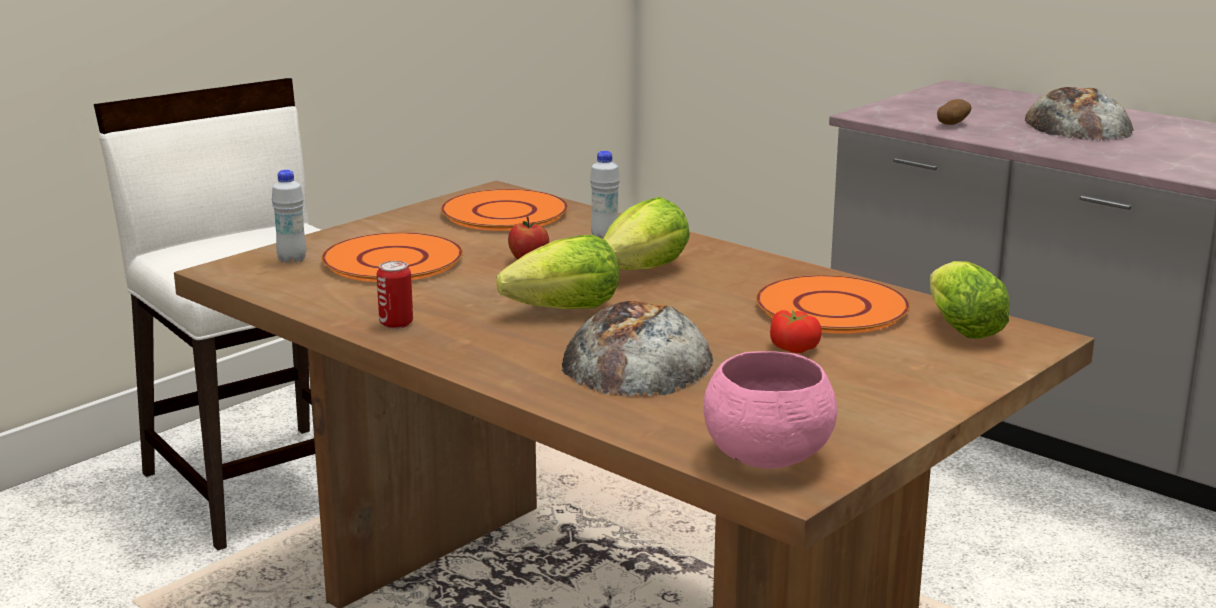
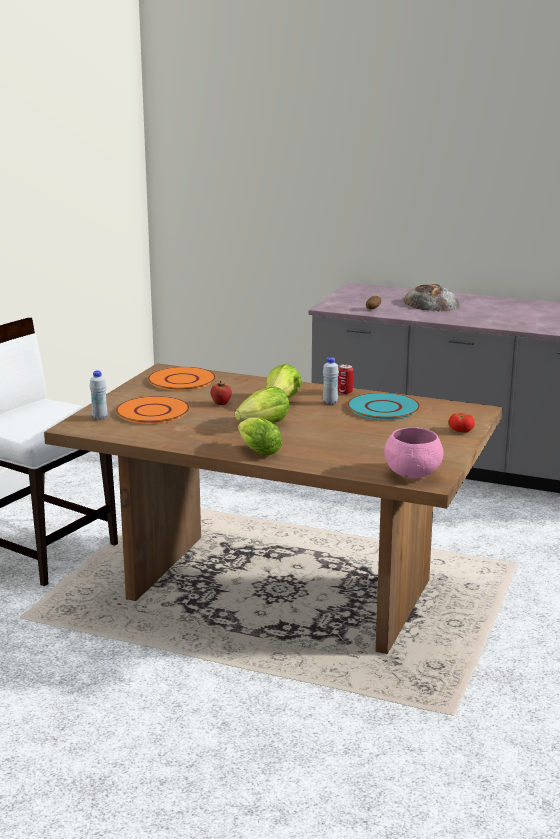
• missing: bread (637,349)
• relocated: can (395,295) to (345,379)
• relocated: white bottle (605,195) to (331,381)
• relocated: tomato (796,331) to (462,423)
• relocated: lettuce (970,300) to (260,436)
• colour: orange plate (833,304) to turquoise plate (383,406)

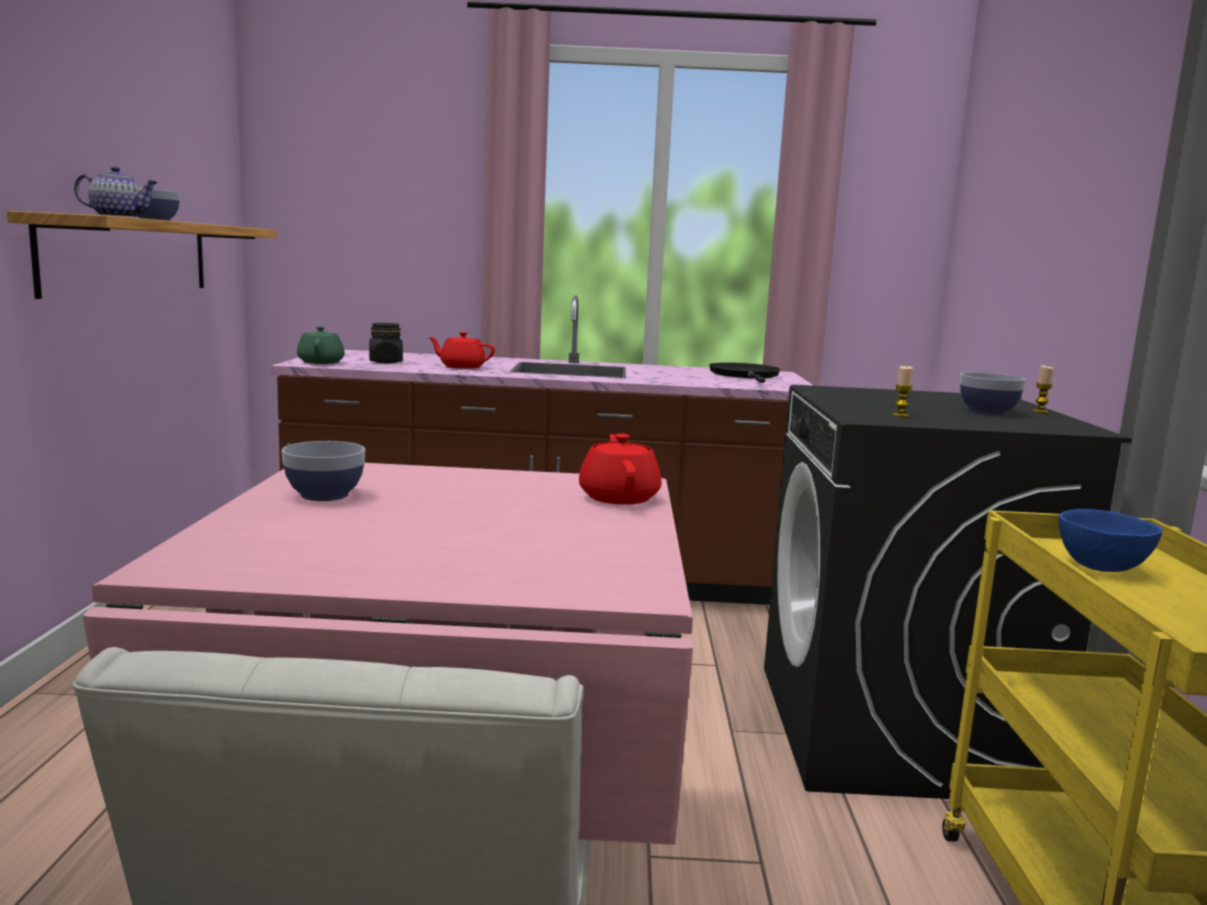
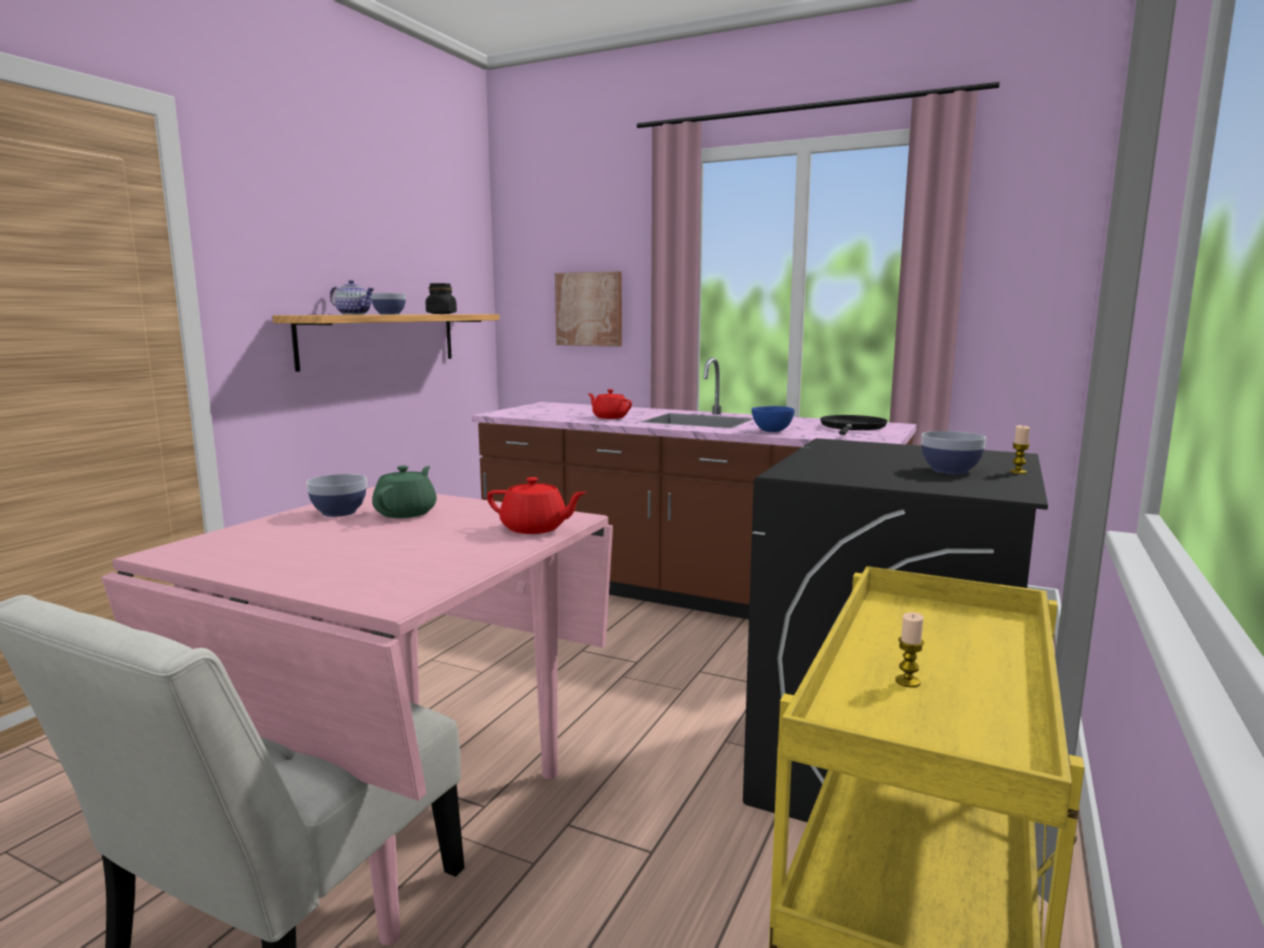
• appeared: picture (588,309)
• relocated: green teapot (321,345) to (404,492)
• relocated: black jar (386,343) to (441,298)
• relocated: candle (902,391) to (910,650)
• relocated: blue bowl (1111,540) to (773,419)
• spun: red teapot (620,469) = (536,505) 90 degrees clockwise

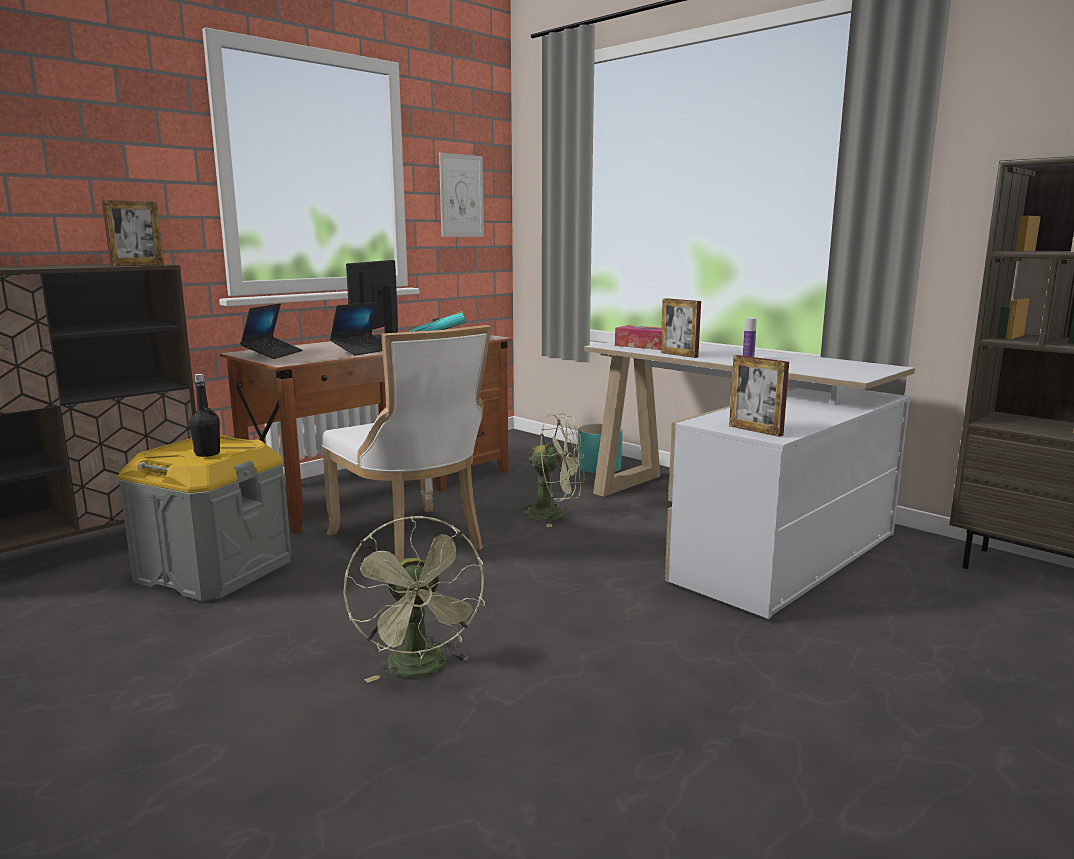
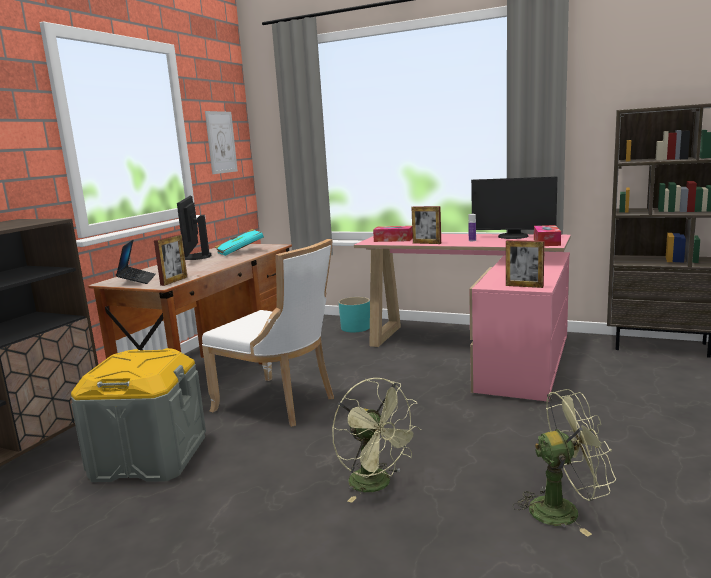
• missing: black bottle (204,415)
• missing: laptop (356,329)
• appeared: monitor (514,208)
• appeared: tissue box (547,235)
• relocated: picture frame (133,233) to (170,260)
• relocated: green fan (551,470) to (564,463)
• colour: white desk (749,480) to pink desk (462,318)

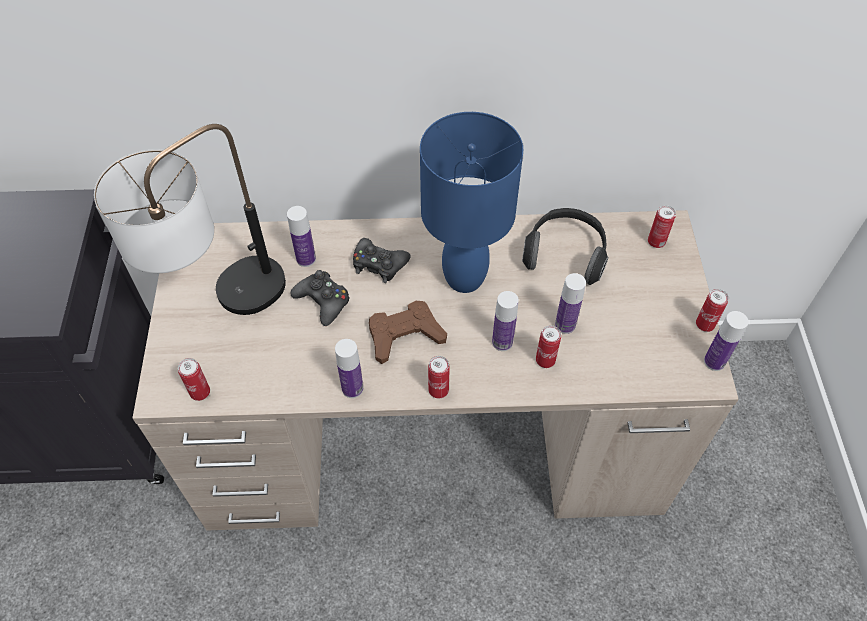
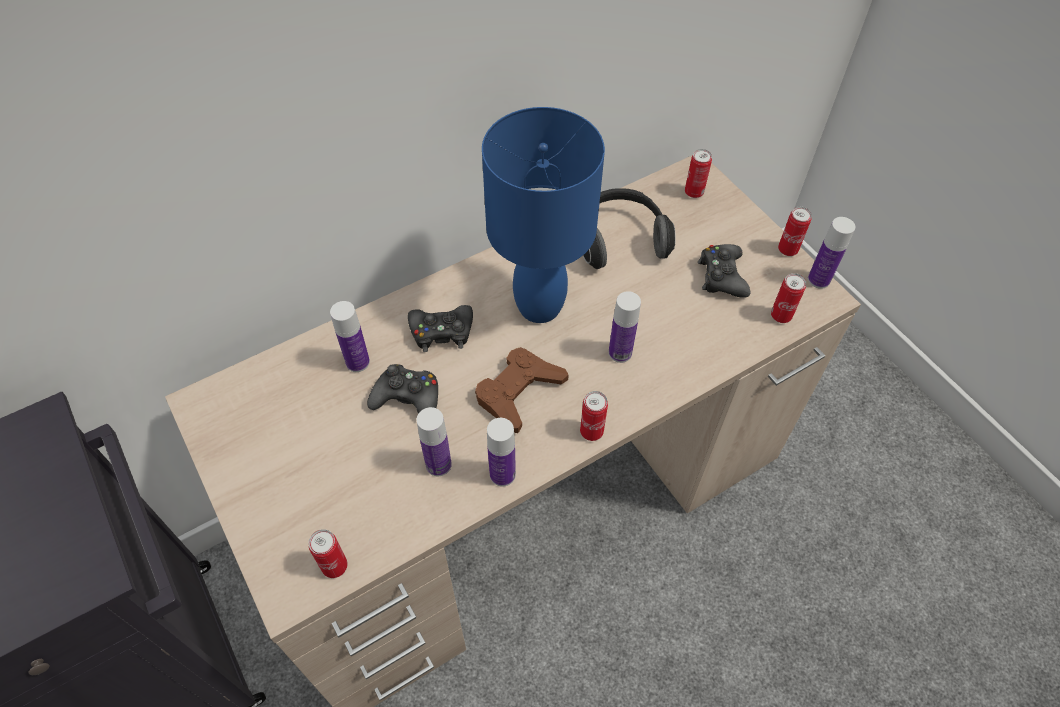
• missing: table lamp (190,219)
• appeared: black game controller (724,271)
• relocated: can (548,346) to (788,298)
• relocated: bottle (570,303) to (434,441)

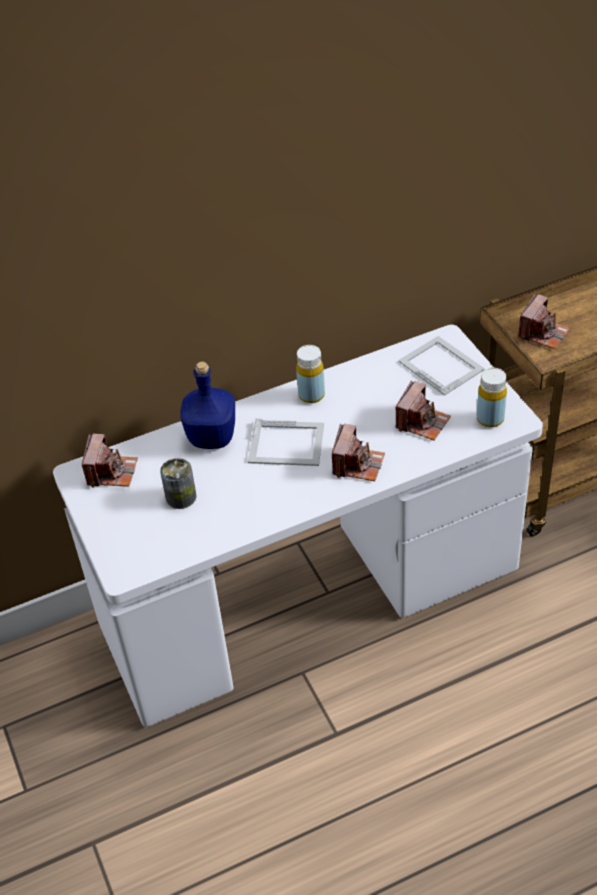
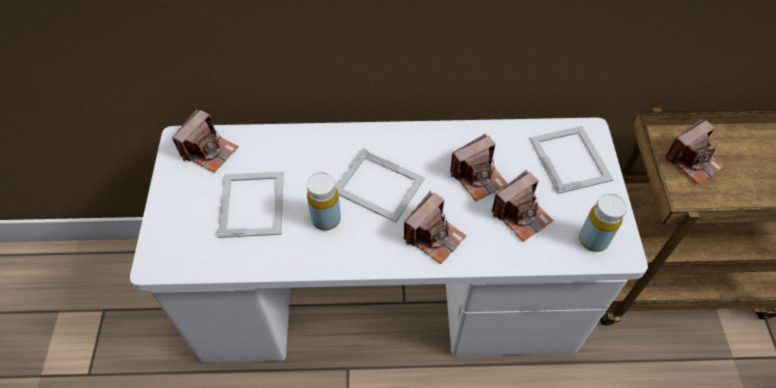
• missing: blue bottle (207,405)
• appeared: photo camera (479,167)
• relocated: yellow bottle (310,374) to (324,201)
• exchanged: can (178,483) to picture frame (250,205)

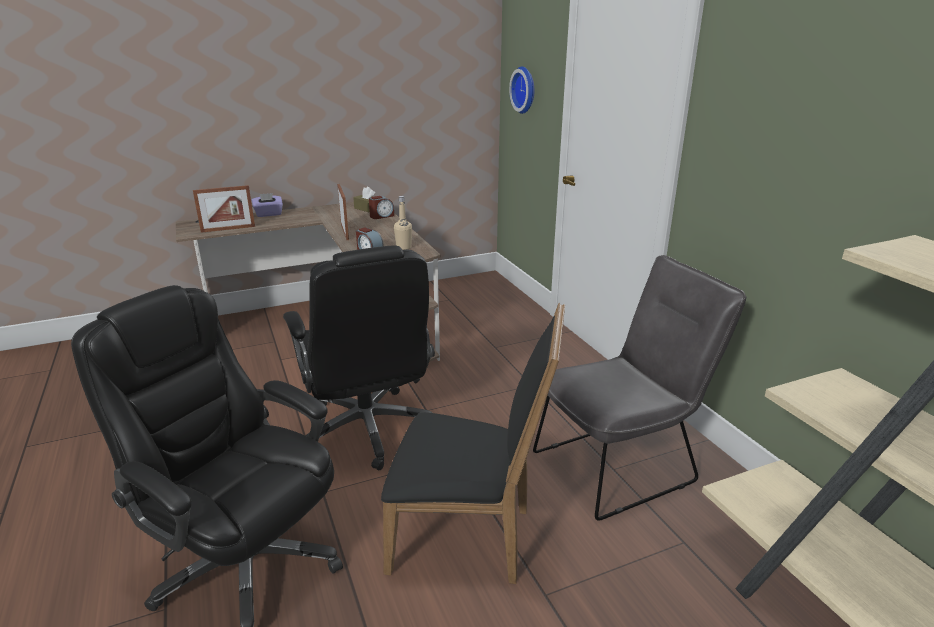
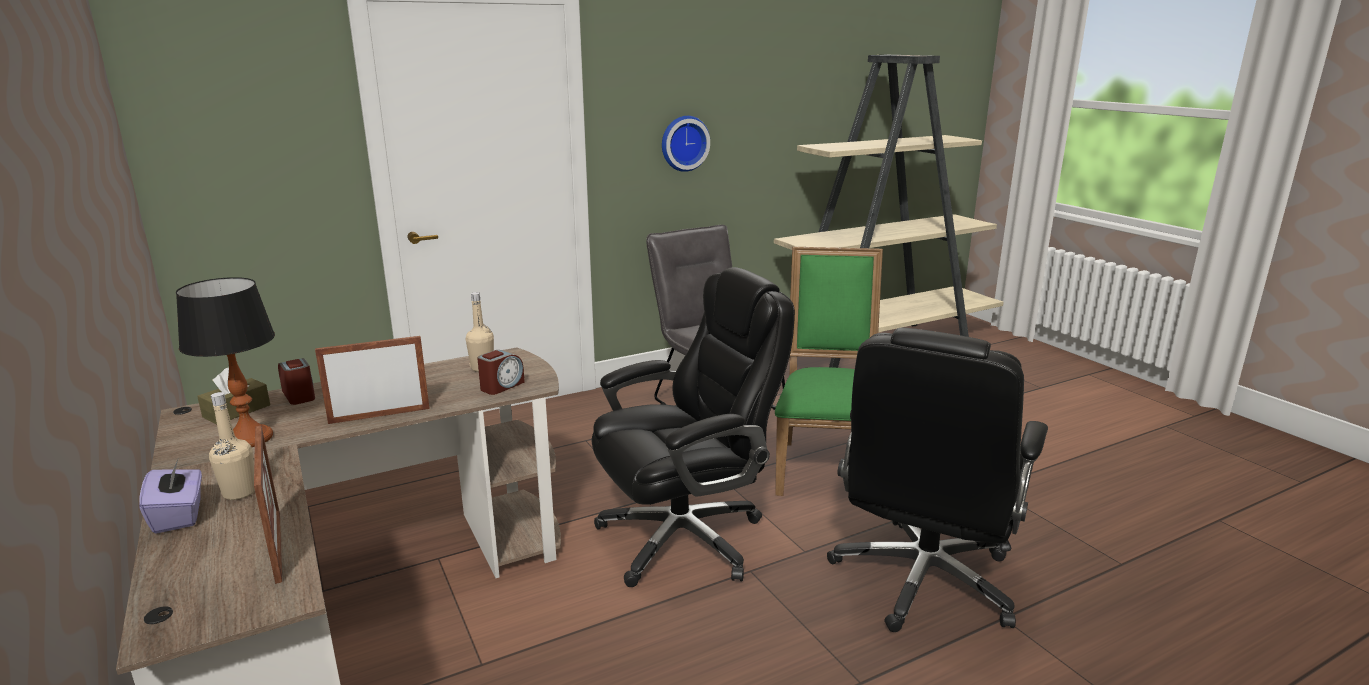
• appeared: table lamp (225,362)
• appeared: beige bottle (232,446)
• relocated: wall clock (521,90) to (686,144)
• colour: black chair (473,443) to green chair (829,371)

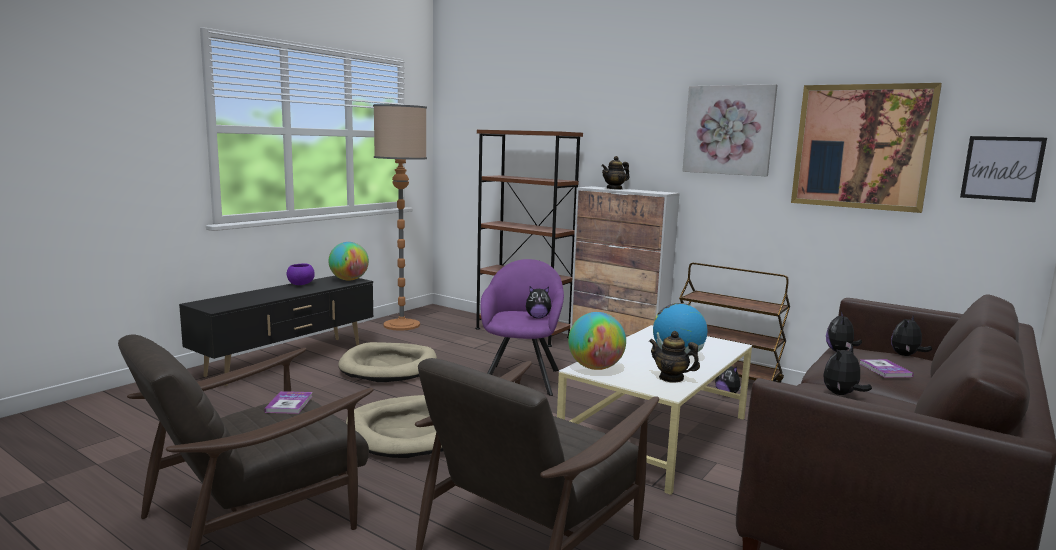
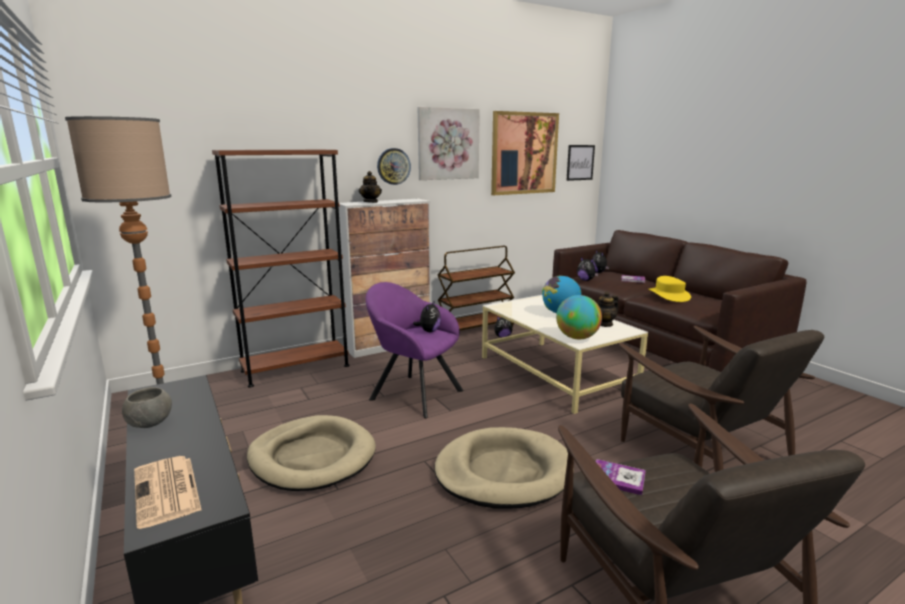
• missing: globe (349,261)
• appeared: newspaper (168,492)
• appeared: wall clock (394,166)
• exchanged: plush toy (848,370) to yellow hat (669,289)
• colour: purple bowl (301,274) to grey bowl (147,407)

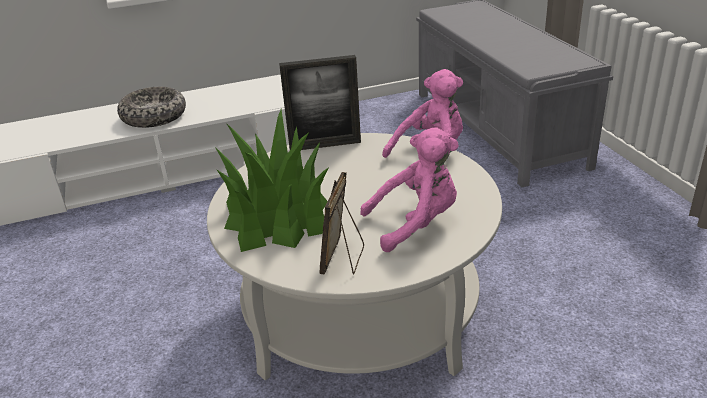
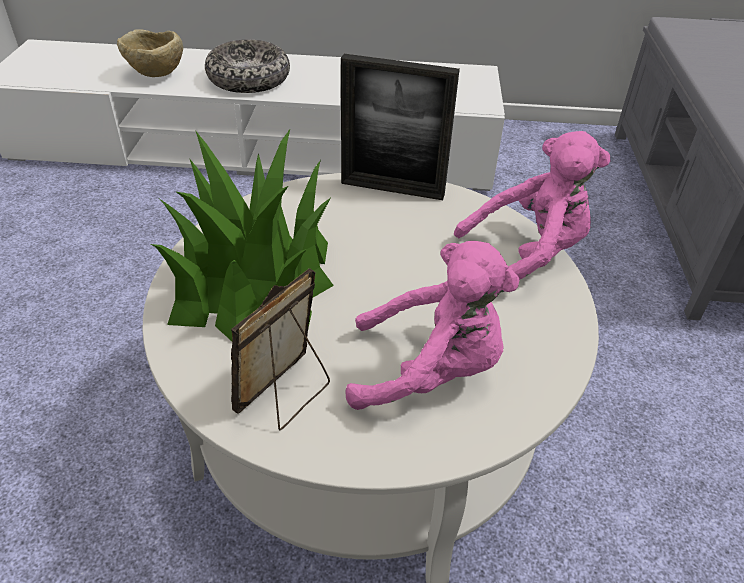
• appeared: beige bowl (150,53)

